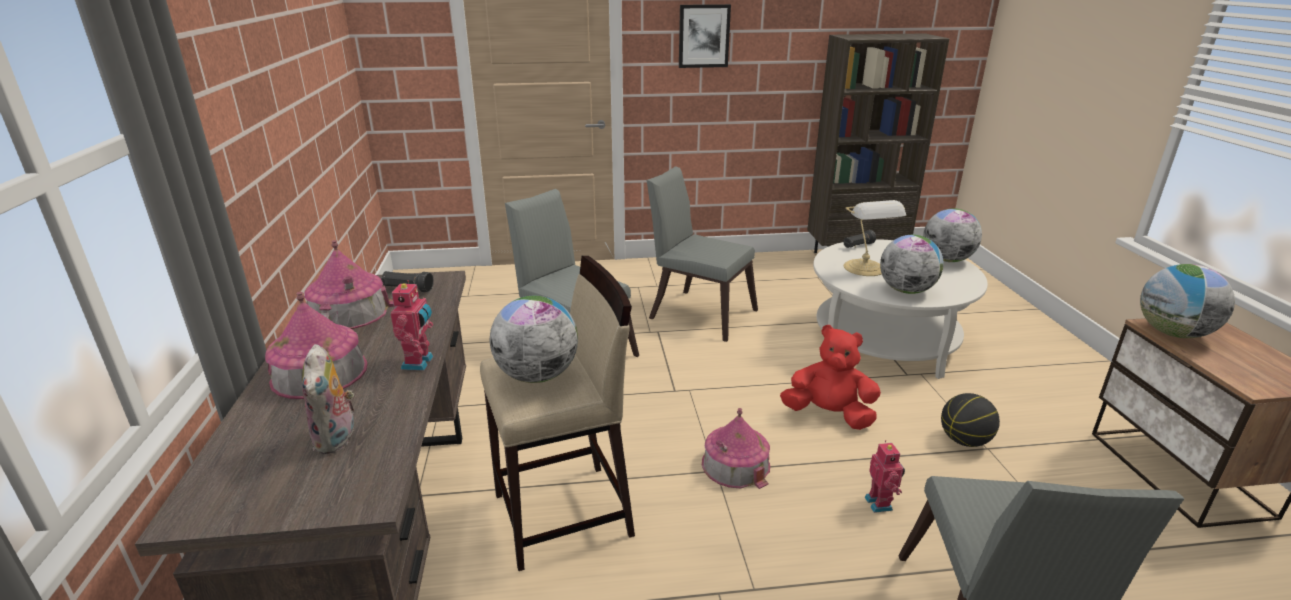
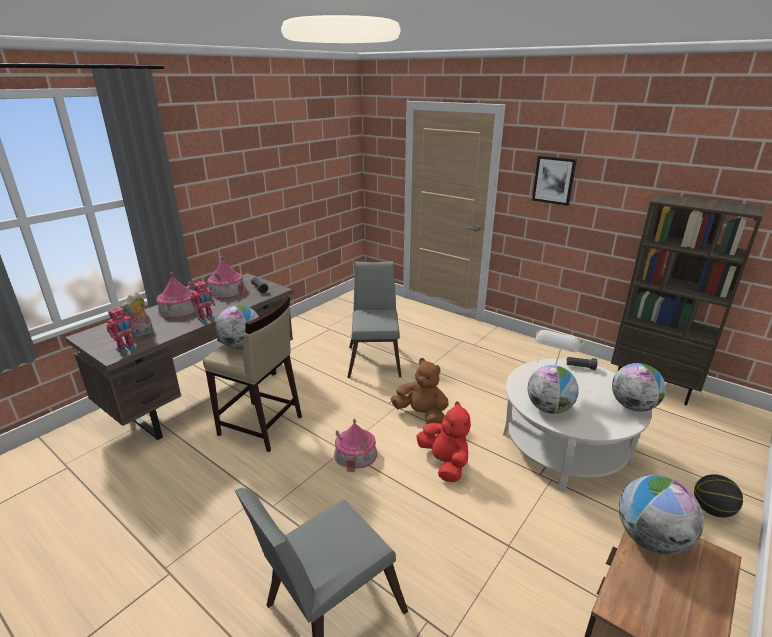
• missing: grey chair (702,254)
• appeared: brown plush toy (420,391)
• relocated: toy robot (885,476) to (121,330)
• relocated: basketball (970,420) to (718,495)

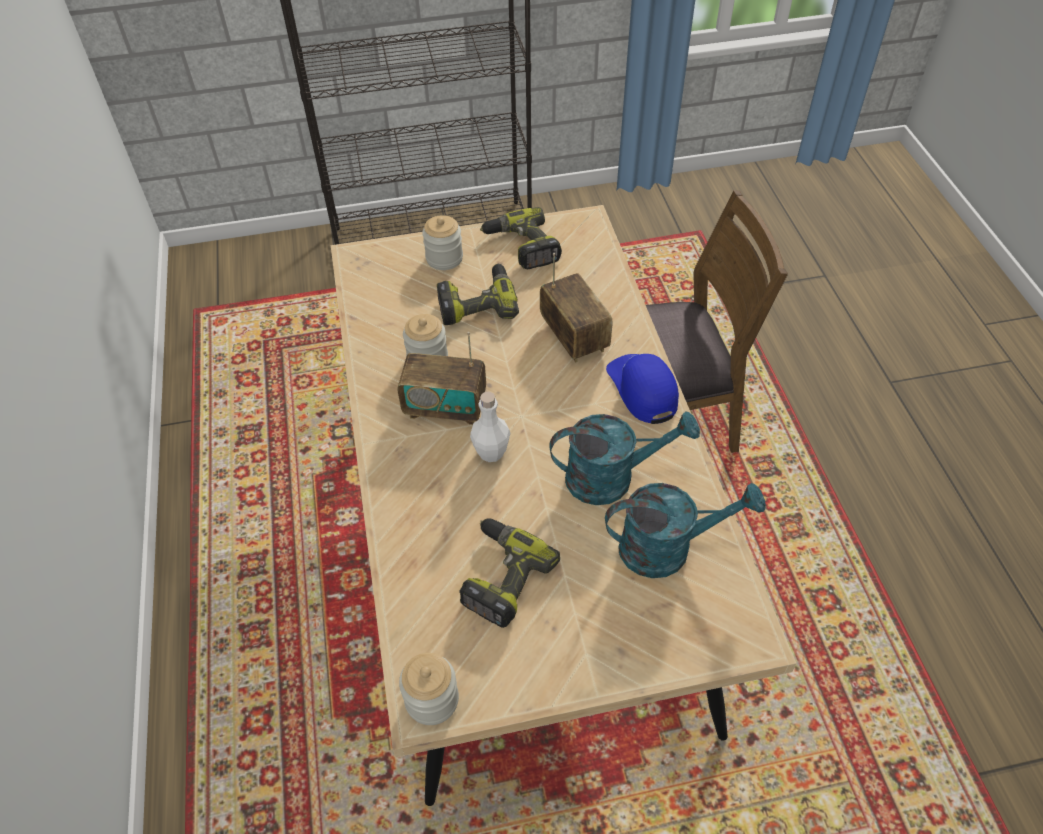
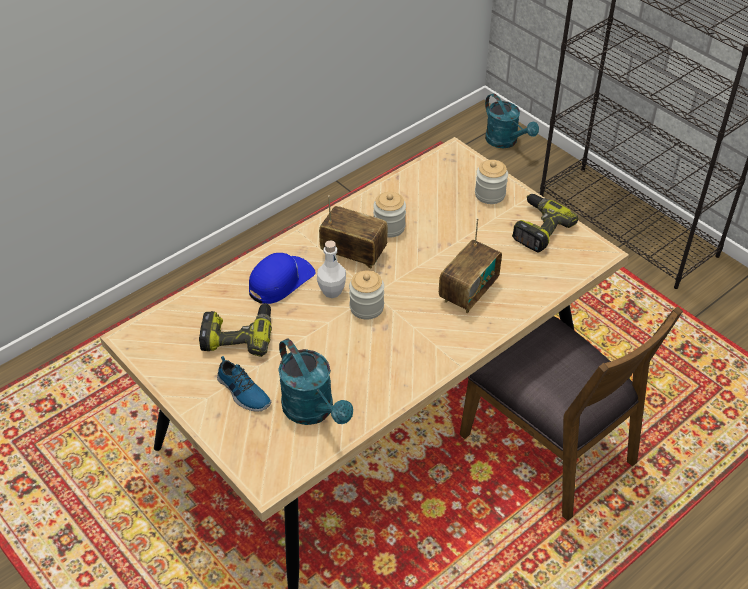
• missing: power drill (478,294)
• appeared: shoe (244,383)
• relocated: jar (429,689) to (366,295)
• relocated: turquoise watering can (624,458) to (512,121)
• relocated: blue cap (642,389) to (282,278)
• spun: radio (441,378) = (353,231) 135 degrees clockwise

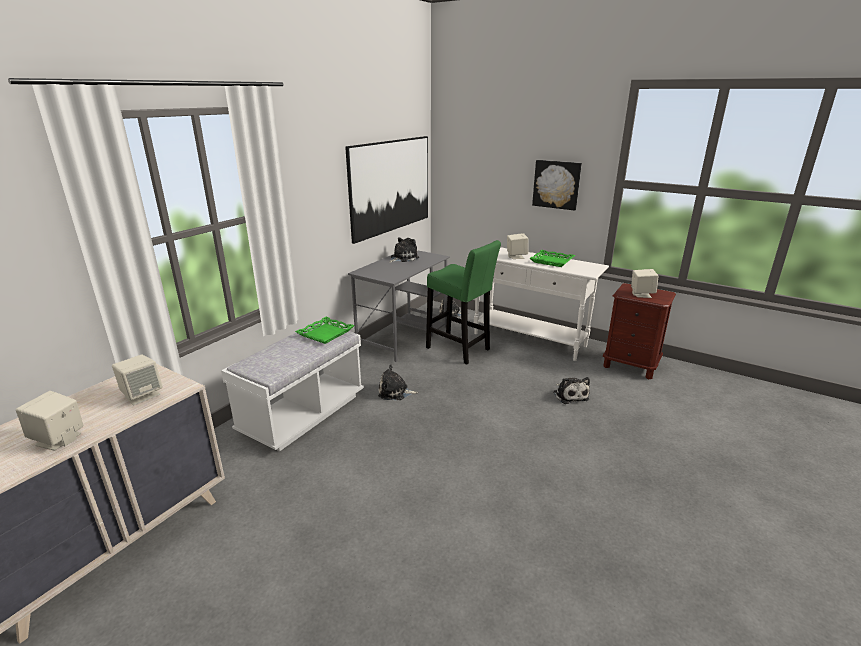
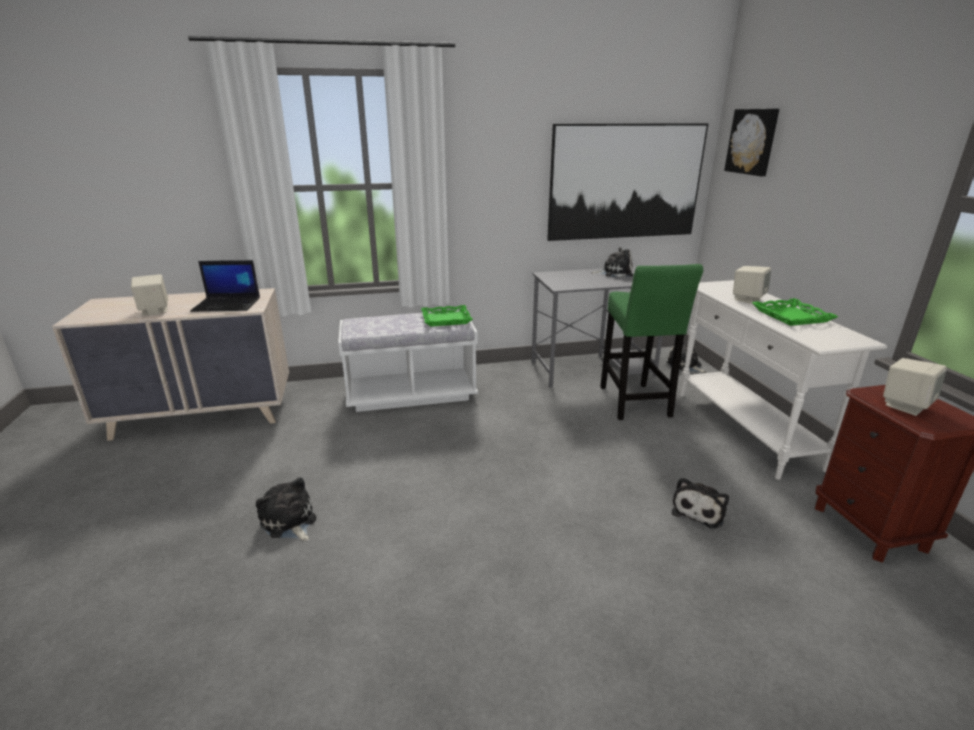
• relocated: plush toy (398,382) to (286,509)
• relocated: picture (557,185) to (751,142)
• exchanged: beige speaker (137,380) to laptop (225,286)

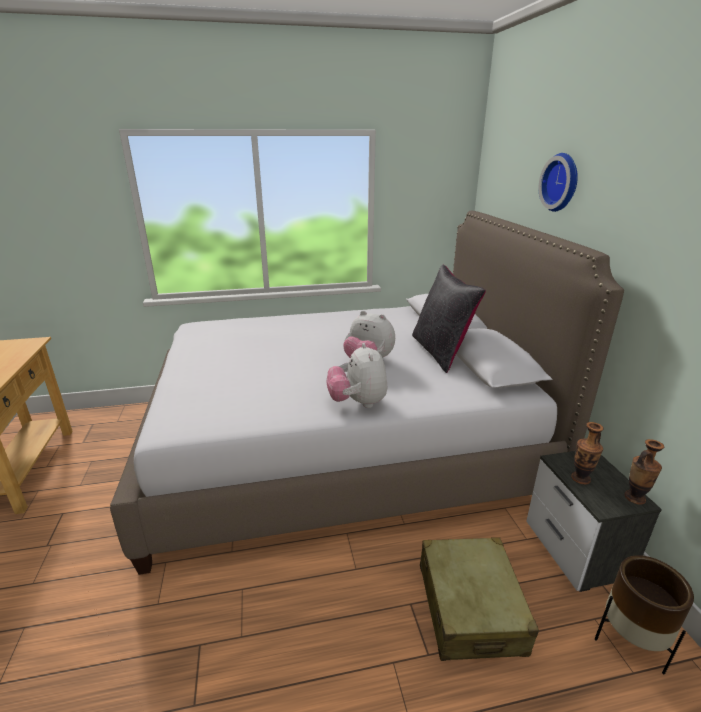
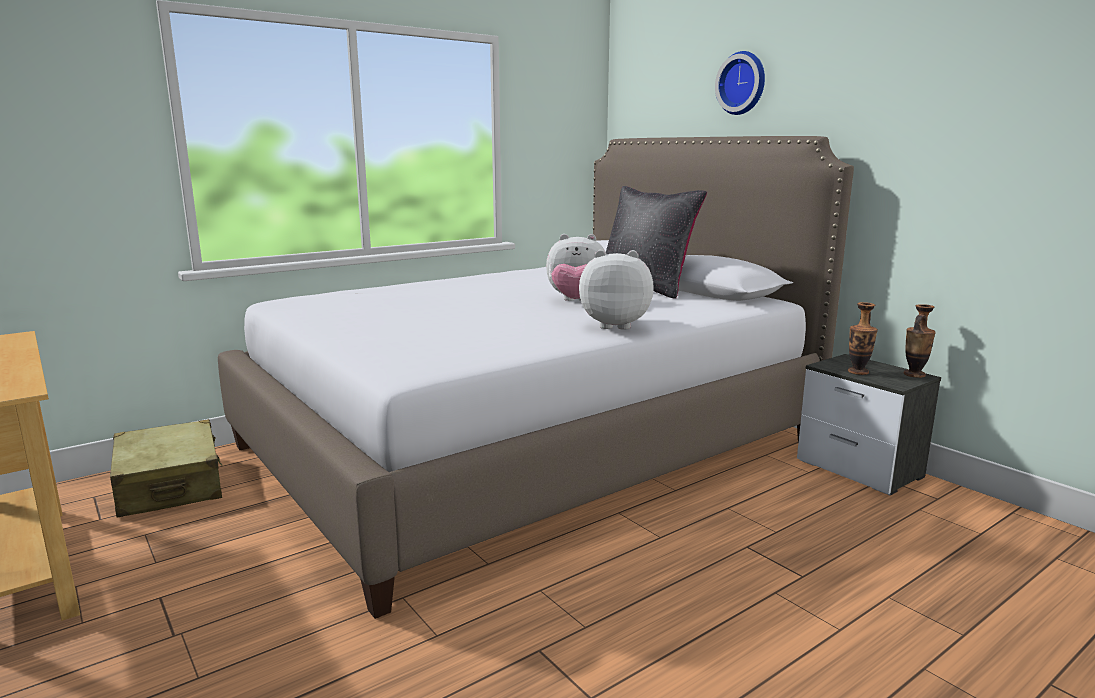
• missing: brown planter (644,614)
• relocated: beige suitcase (479,599) to (166,468)
• spun: plush toy (357,375) = (616,290) 135 degrees clockwise

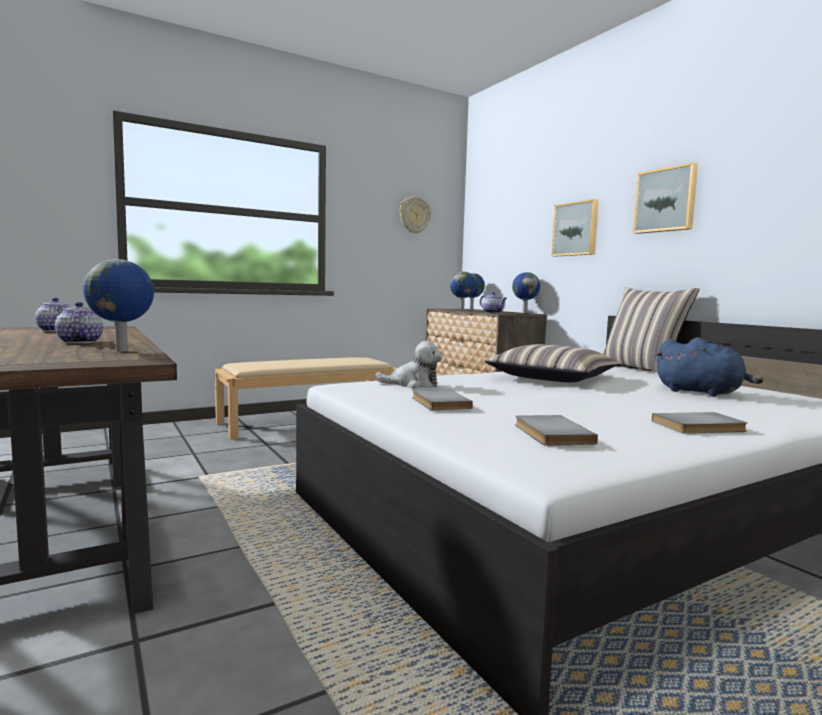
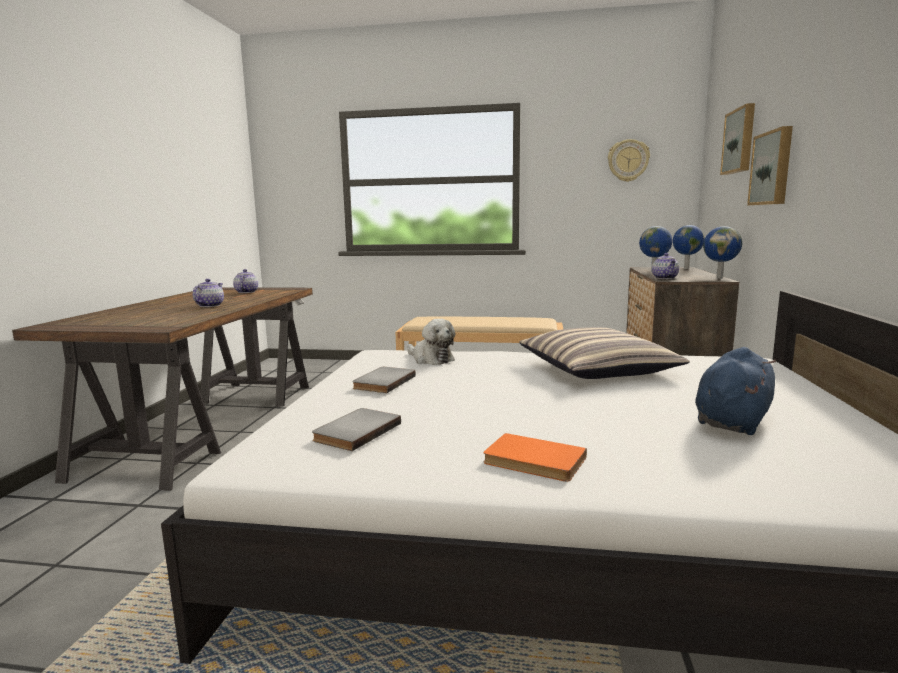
• missing: globe (118,305)
• missing: pillow (651,330)
• relocated: picture (665,198) to (737,139)
• colour: grey book (700,423) to orange book (535,457)
• spun: blue plush toy (709,367) = (735,391) 135 degrees counterclockwise

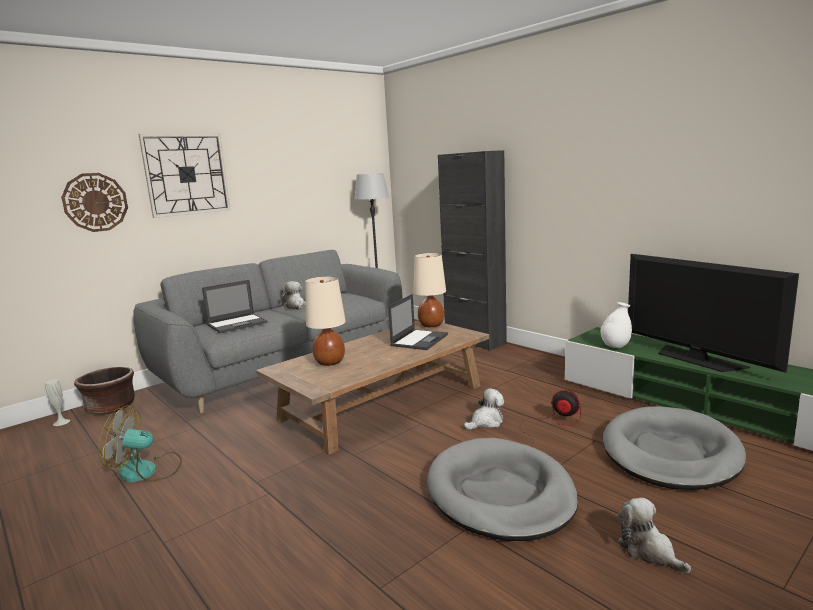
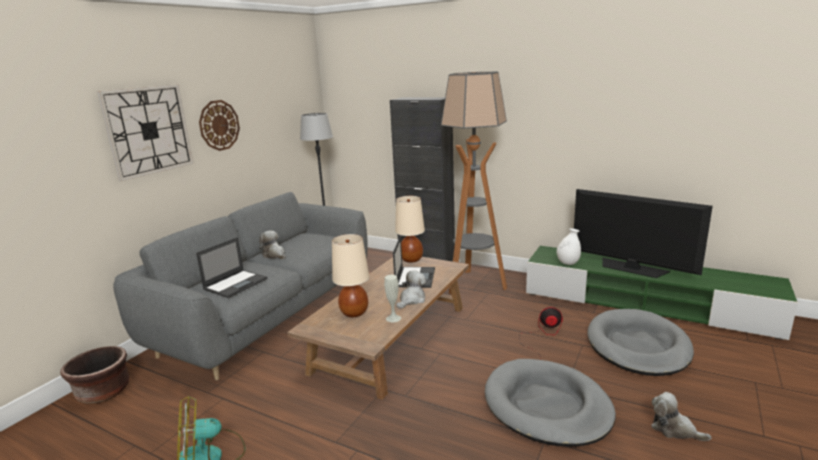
• appeared: floor lamp (474,183)
• relocated: white vase (57,402) to (392,298)
• relocated: wall clock (94,202) to (219,125)
• relocated: plush toy (484,409) to (411,290)

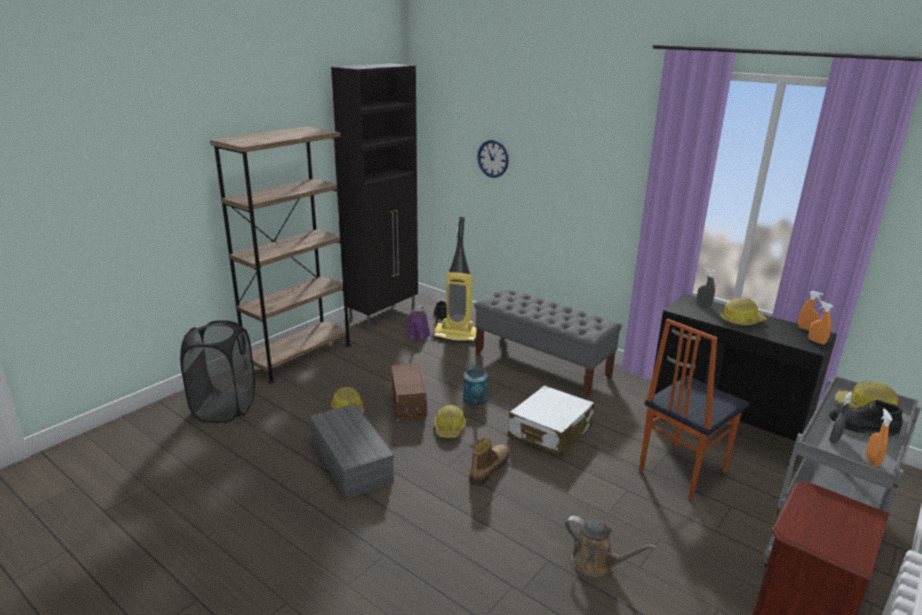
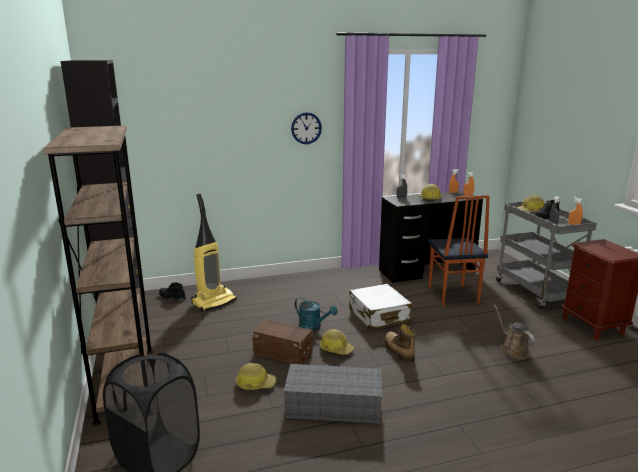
• missing: purple watering can (418,323)
• missing: grey bench (548,342)
• relocated: wall clock (493,159) to (306,128)
• spun: brown watering can (611,546) = (514,332) 90 degrees counterclockwise

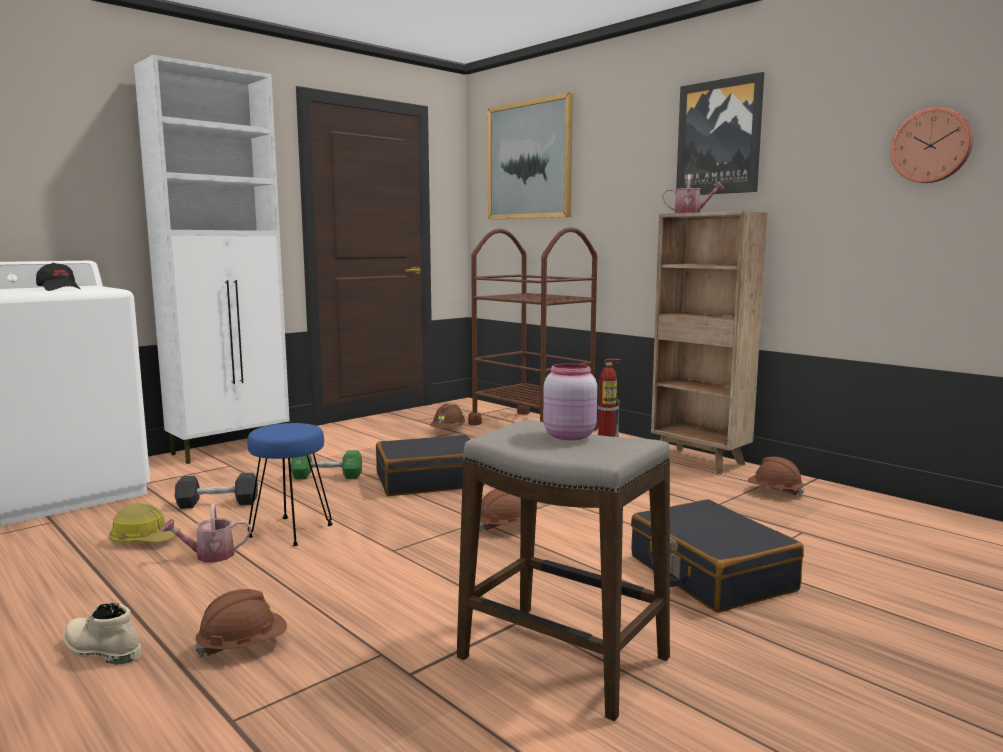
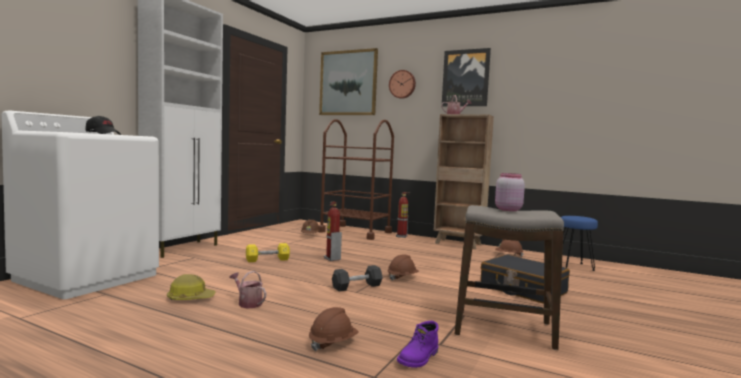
• missing: beige boot (102,633)
• appeared: purple boot (418,344)
• relocated: black dumbbell (216,491) to (357,278)
• relocated: blue stool (290,484) to (579,243)
• relocated: wall clock (932,145) to (402,84)
• exchanged: black suitcase (430,465) to fire extinguisher (333,231)
• colour: green dumbbell (326,464) to yellow dumbbell (268,252)
• spun: watering can (206,533) = (248,290) 75 degrees clockwise

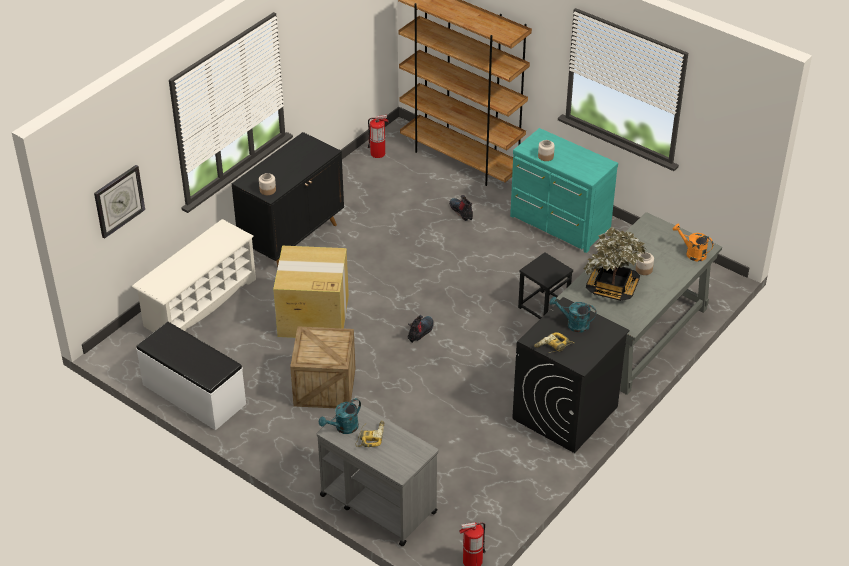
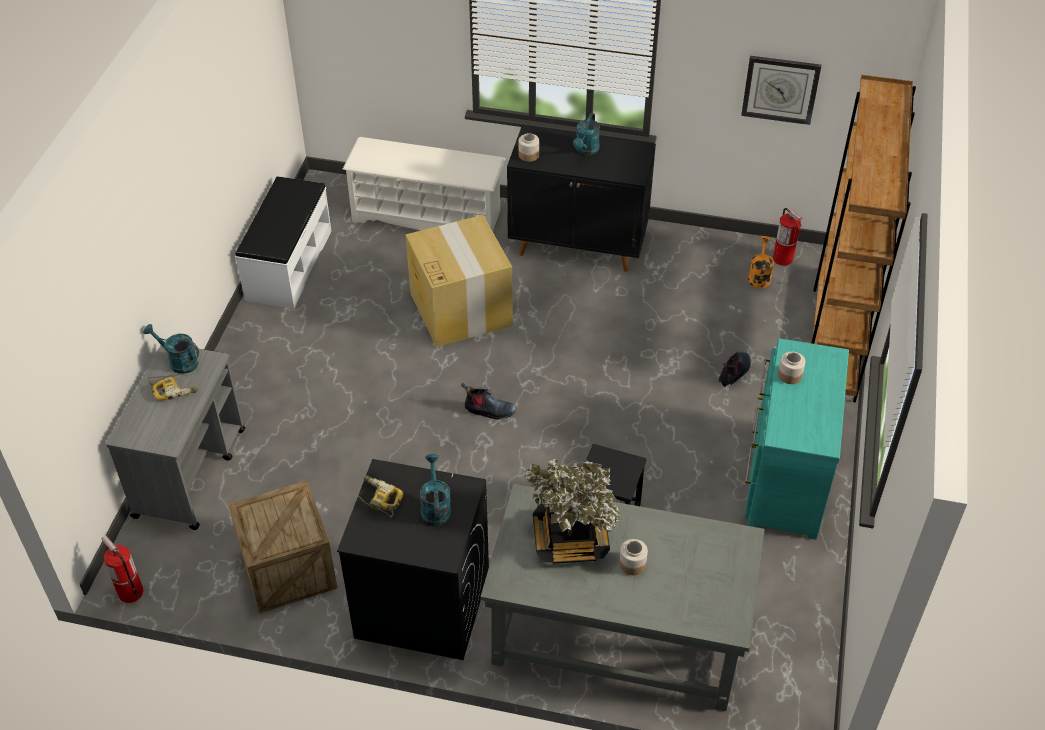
• appeared: turquoise watering can (586,134)
• relocated: wall clock (119,201) to (781,90)
• relocated: crate (322,367) to (283,547)
• relocated: orange watering can (693,243) to (761,262)

